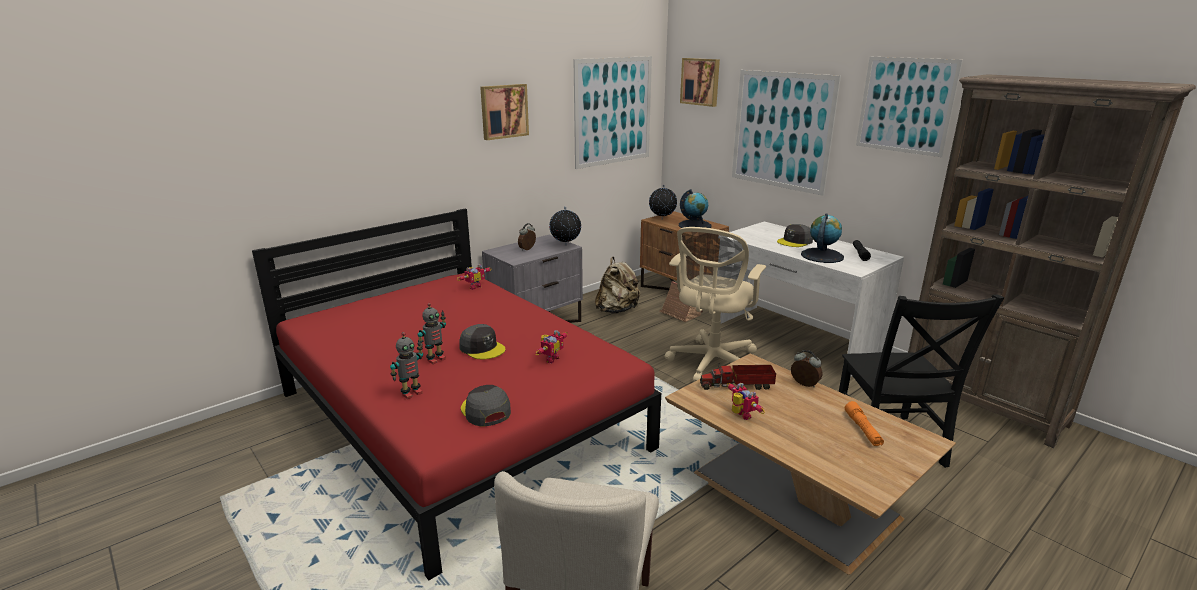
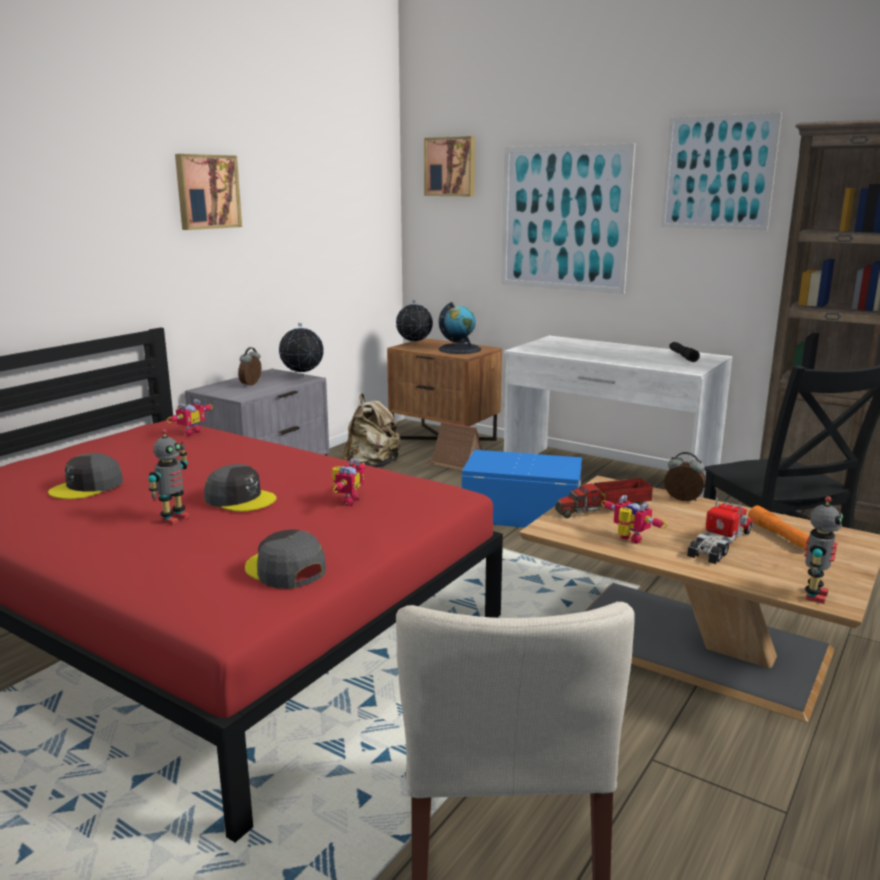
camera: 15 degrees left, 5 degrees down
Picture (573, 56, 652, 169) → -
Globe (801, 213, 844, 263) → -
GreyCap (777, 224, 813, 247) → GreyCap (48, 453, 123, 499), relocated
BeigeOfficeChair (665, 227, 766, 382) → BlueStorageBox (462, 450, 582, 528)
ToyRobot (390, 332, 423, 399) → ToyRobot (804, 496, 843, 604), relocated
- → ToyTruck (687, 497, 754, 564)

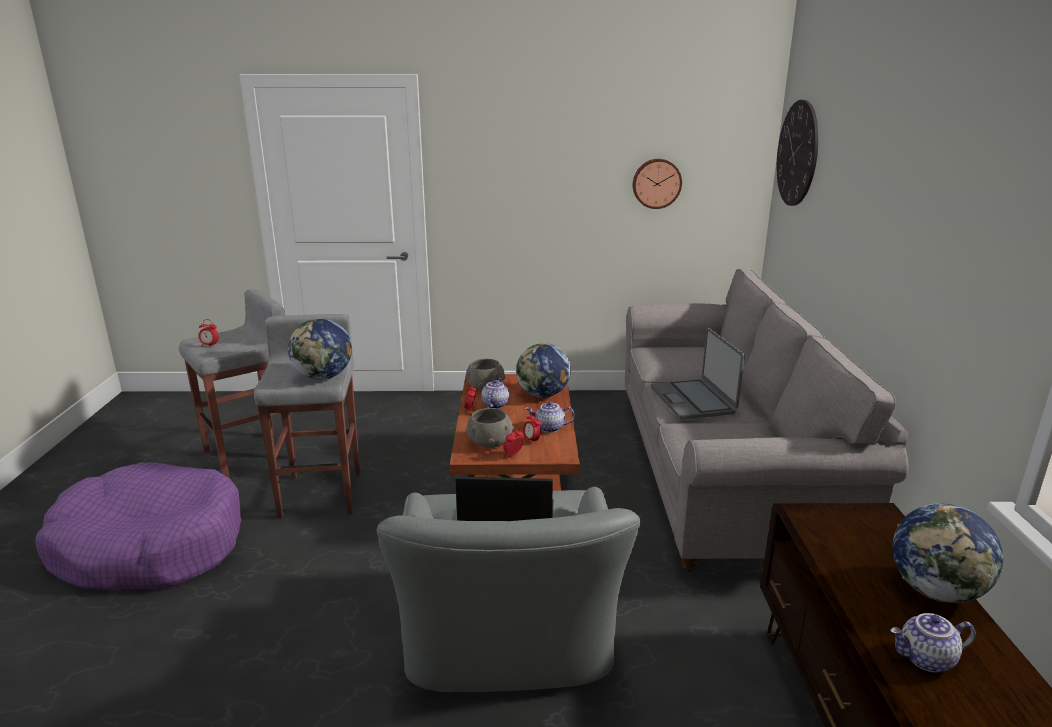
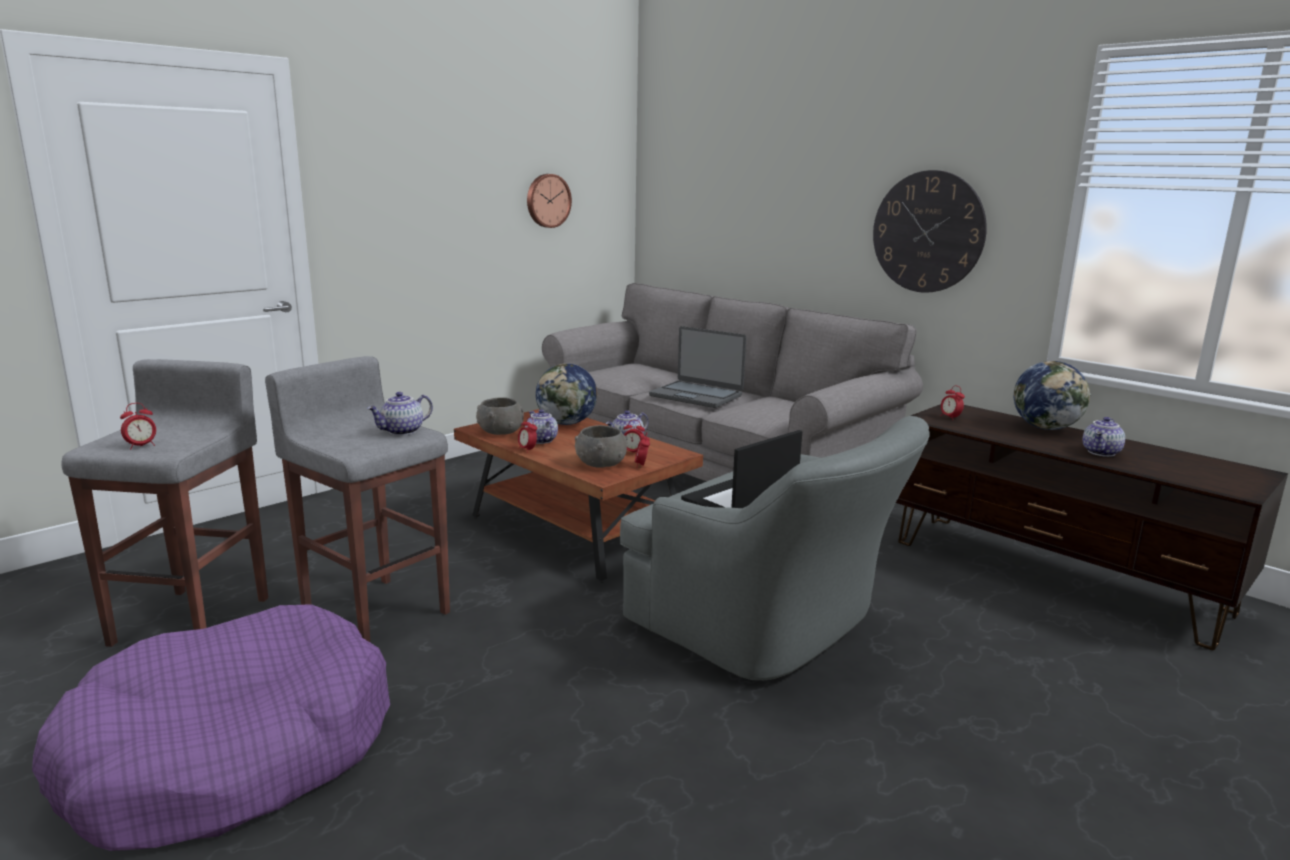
camera: 45 degrees left, 5 degrees down
WallClock (777, 100, 818, 206) → WallClock (873, 170, 987, 293), relocated
Globe (288, 318, 352, 380) → Teapot (367, 392, 433, 436)
- → AlarmClock (940, 386, 965, 420)

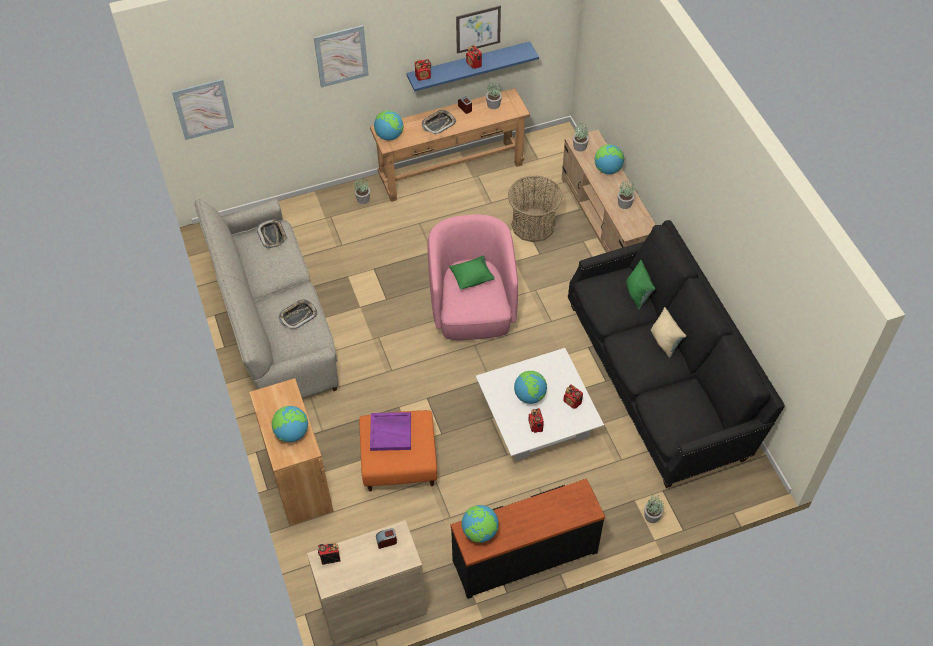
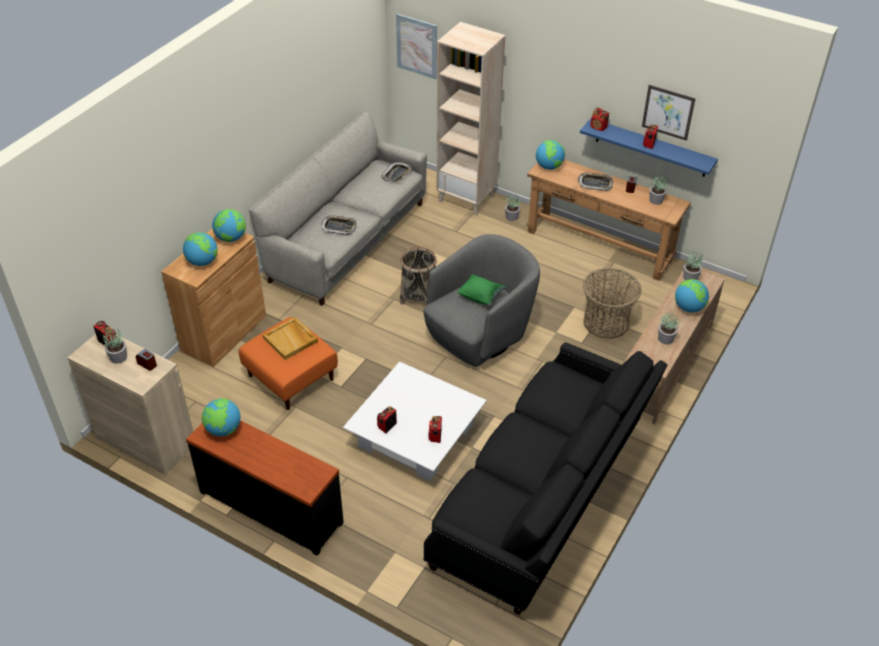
camera: 50 degrees right, 10 degrees down
Picture (314, 25, 369, 88) → -
PinkArmchair (428, 215, 518, 340) → GreyArmchair (423, 234, 540, 367)
GreenPillow (626, 260, 655, 309) → -
BeigePillow (651, 307, 686, 358) → -
Globe (514, 371, 547, 404) → Globe (212, 209, 246, 242), relocated
PurpleTray (370, 412, 411, 451) → BeigeTray (263, 317, 318, 360)
PottedPlant (644, 496, 664, 523) → PottedPlant (103, 327, 127, 363), relocated
- → BeigeBookcase (436, 22, 506, 216)
- → Basket (400, 247, 437, 304)

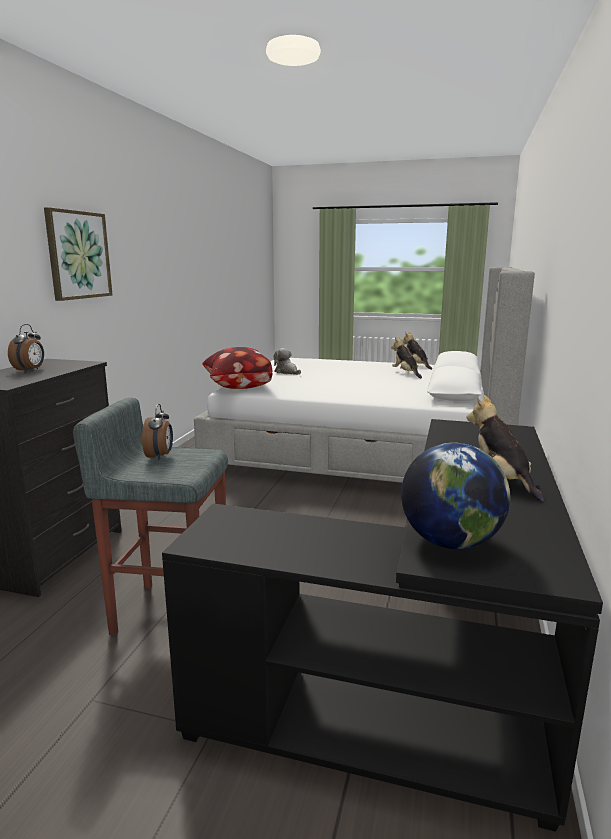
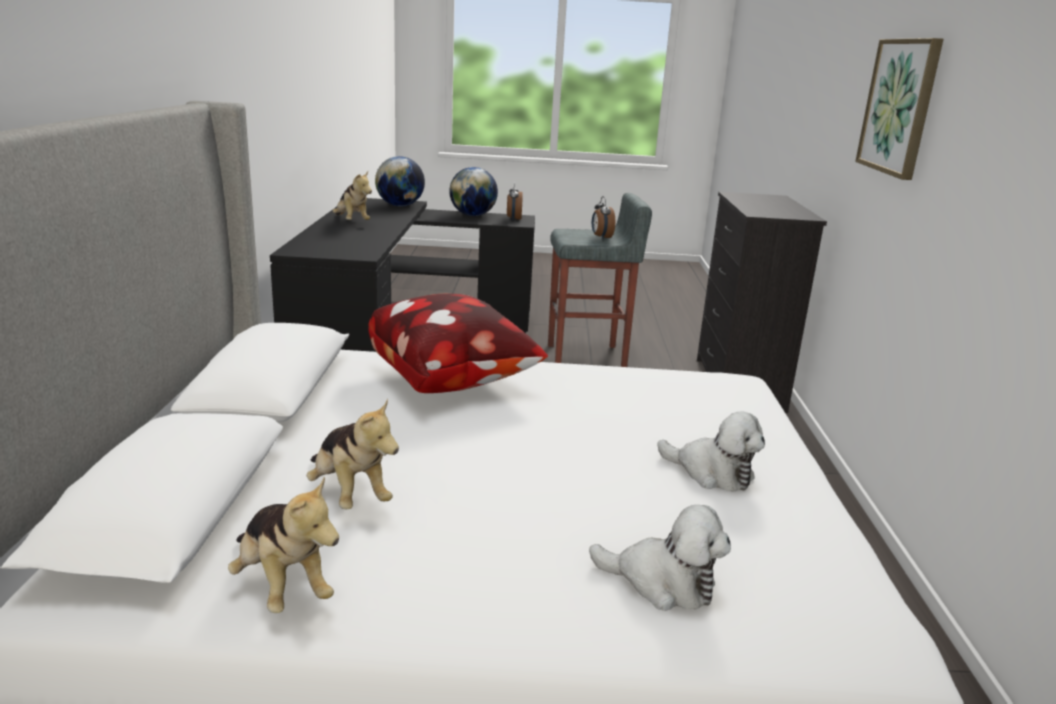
camera: 165 degrees right, 5 degrees up
AlarmClock (8, 324, 44, 372) → AlarmClock (507, 182, 523, 220), relocated
Pillow (202, 347, 273, 389) → Pillow (368, 294, 548, 393), relocated
- → Globe (449, 167, 498, 216)
- → PlushToy (589, 505, 731, 611)

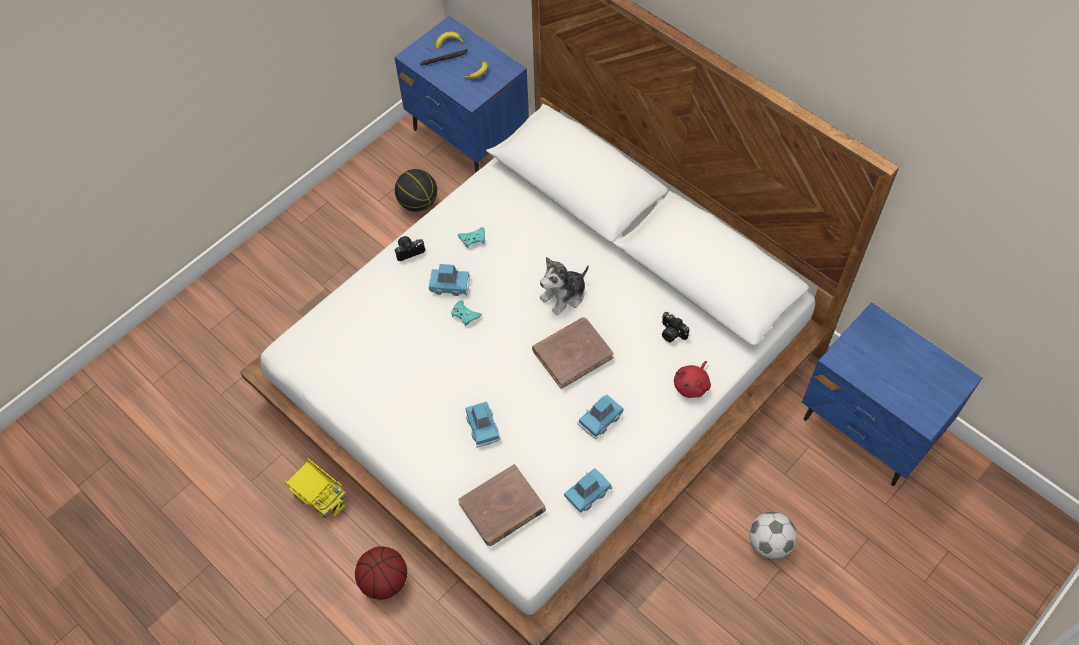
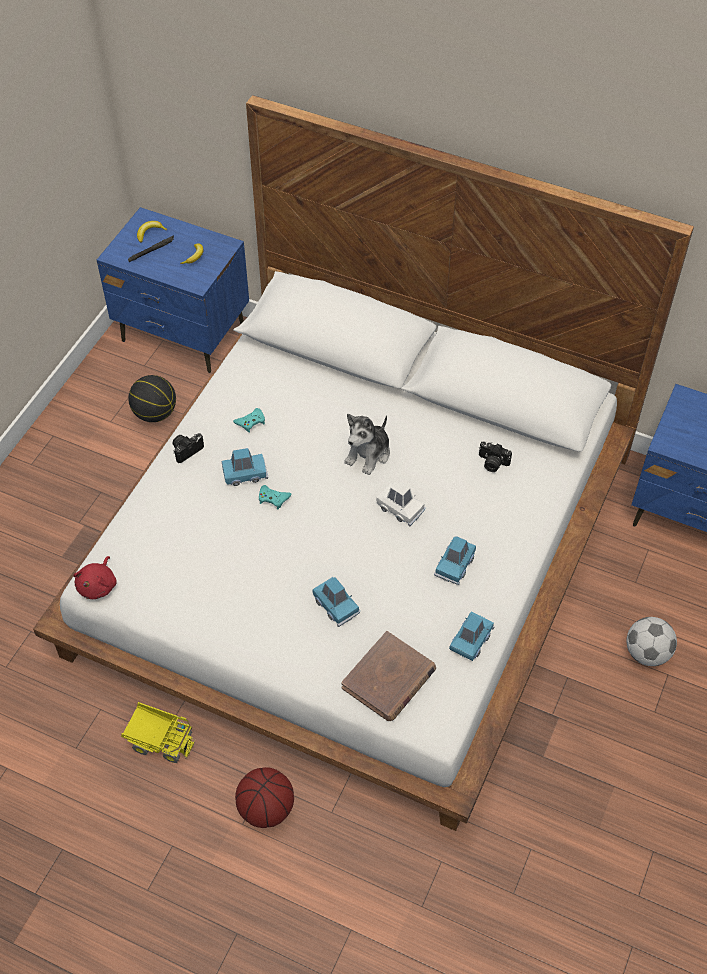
camera: 20 degrees left, 5 degrees down
BrownBook (532, 317, 614, 389) → WhiteToyCar (376, 480, 425, 526)
RedPlushToy (674, 361, 711, 398) → RedPlushToy (74, 556, 117, 599), relocated

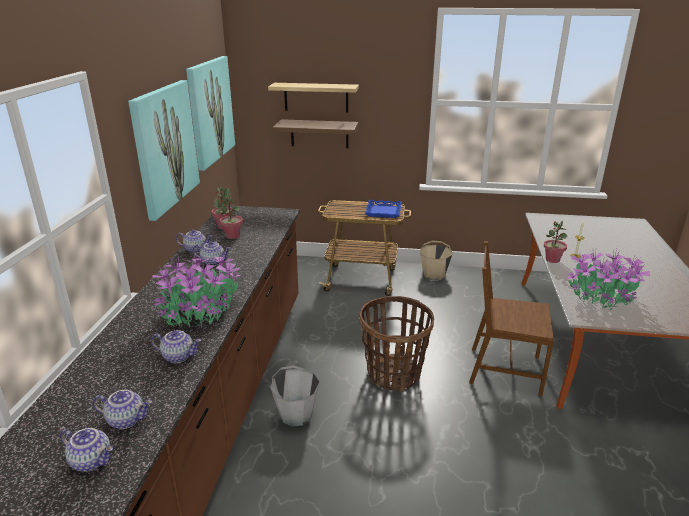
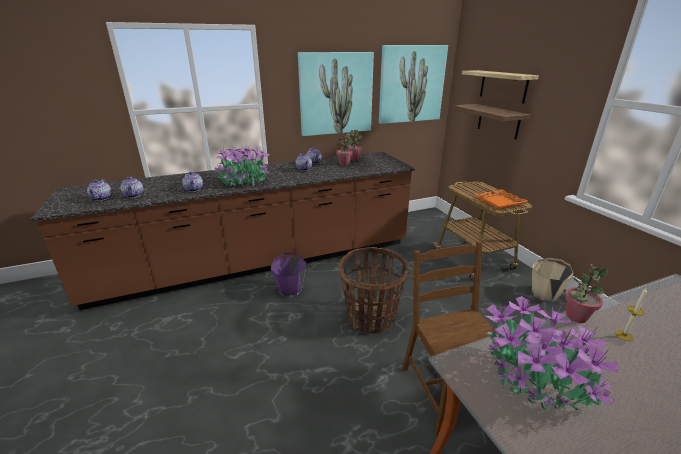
camera: 60 degrees right, 0 degrees up
BlueTray (365, 200, 402, 218) → OrangeTray (474, 189, 528, 209)
GreyBucket (270, 365, 319, 427) → PurpleBucket (271, 253, 306, 297)

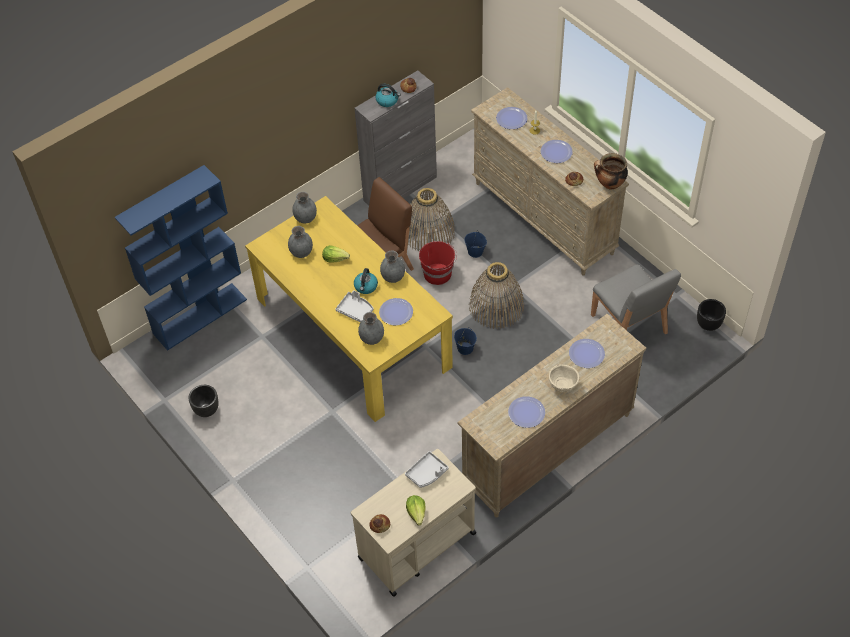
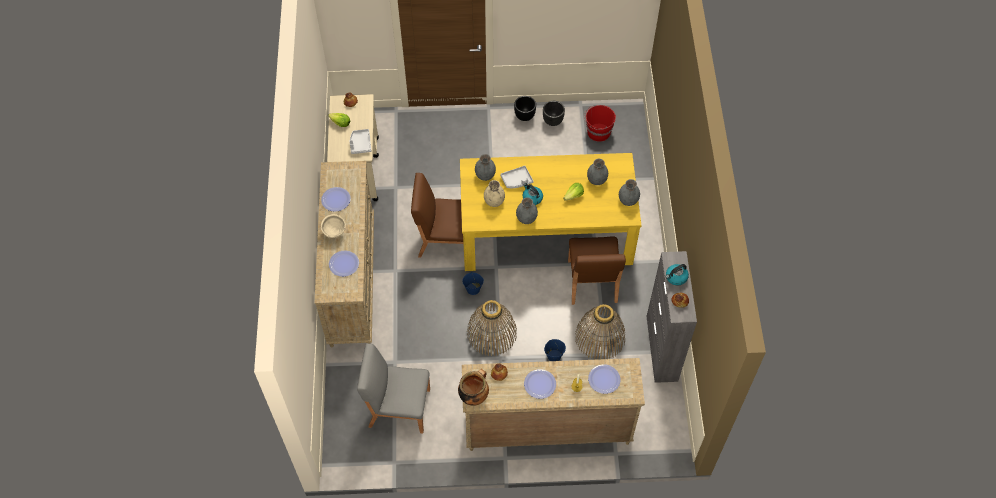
camera: 125 degrees right, 5 degrees up
BlueBookcase (115, 165, 247, 351) → -
RedBucket (419, 241, 457, 285) → RedBucket (584, 105, 616, 142), relocated
Plate (379, 298, 413, 325) → BeigeVase (484, 180, 505, 207)
BlackPlanter (697, 299, 726, 331) → BlackPlanter (514, 96, 536, 121), relocated
- → BrownChair (411, 173, 463, 258)

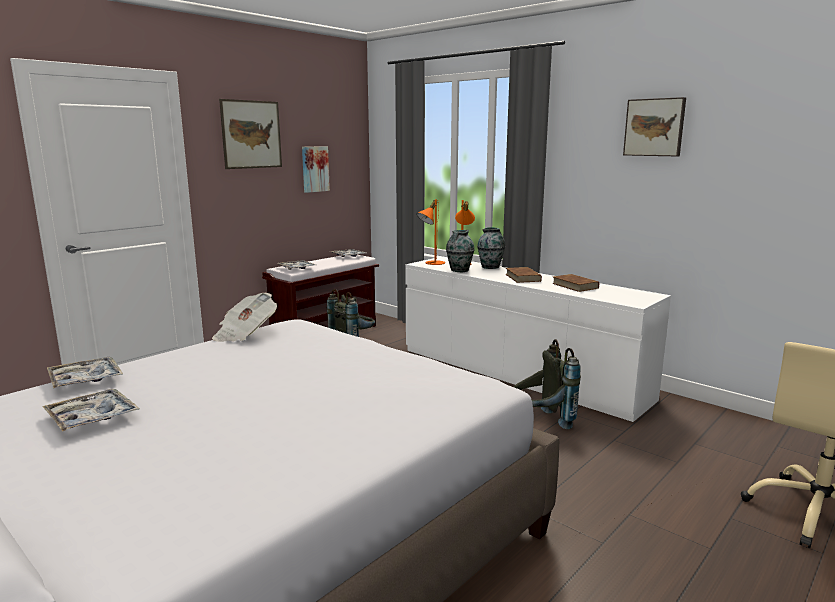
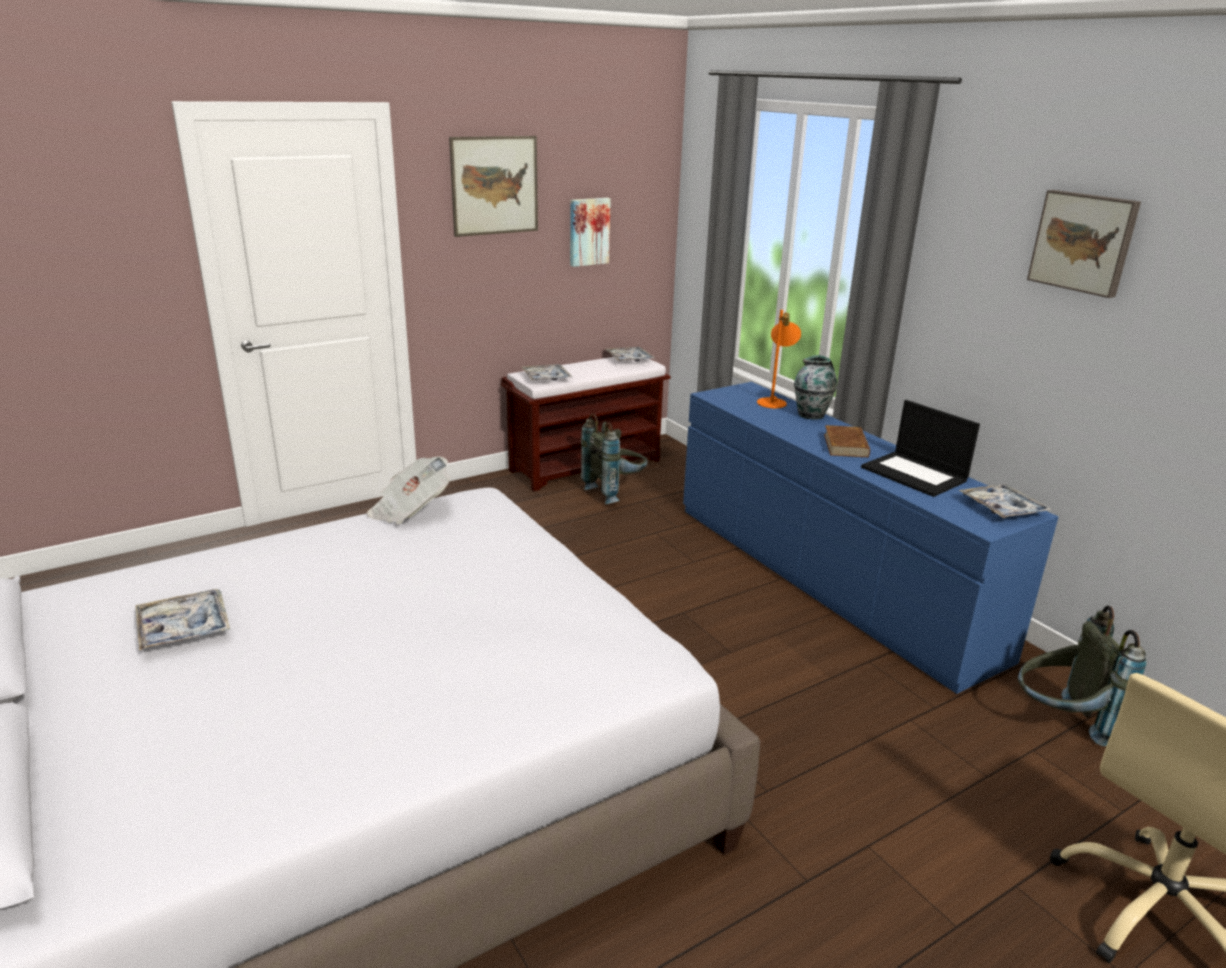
camera: 15 degrees right, 10 degrees up
OrangeTableLamp (417, 199, 445, 265) → -
Vase (446, 230, 475, 272) → -
WhiteDresser (406, 257, 671, 422) → BlueDresser (683, 382, 1059, 694)
BrownBook (552, 274, 599, 292) → Laptop (861, 400, 980, 497)
GreyBackpack (514, 339, 581, 429) → GreyBackpack (1018, 605, 1147, 746), relocated
Tray (47, 357, 123, 389) → Tray (959, 484, 1052, 518), relocated

